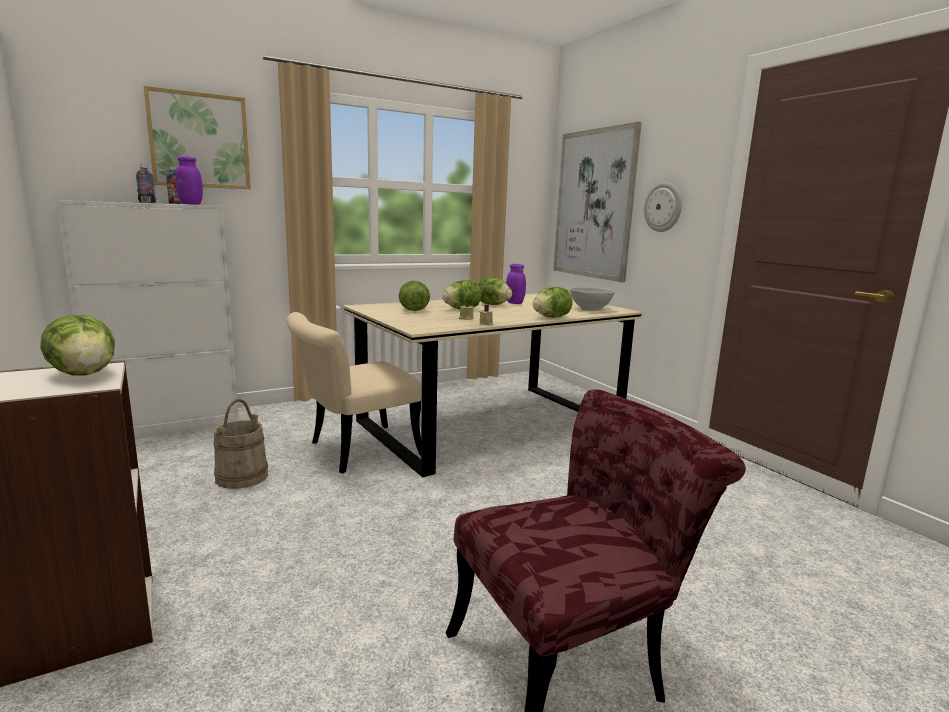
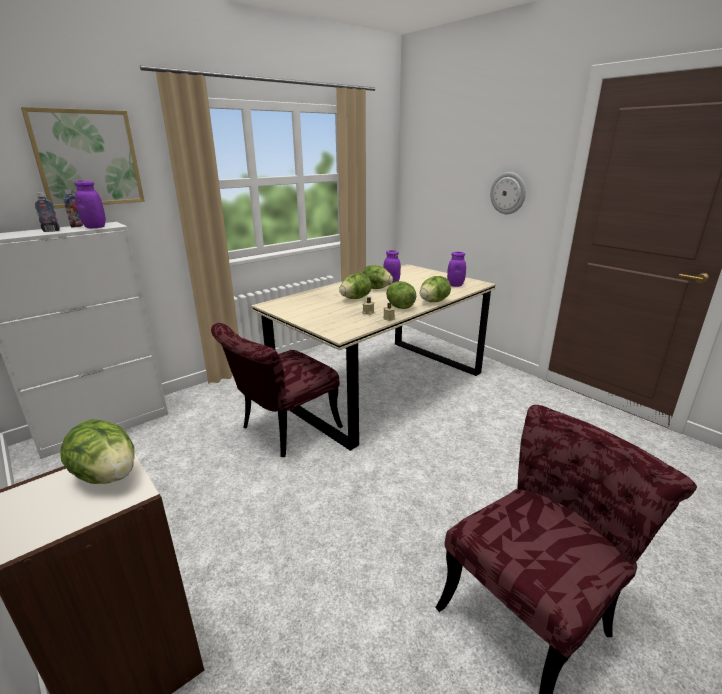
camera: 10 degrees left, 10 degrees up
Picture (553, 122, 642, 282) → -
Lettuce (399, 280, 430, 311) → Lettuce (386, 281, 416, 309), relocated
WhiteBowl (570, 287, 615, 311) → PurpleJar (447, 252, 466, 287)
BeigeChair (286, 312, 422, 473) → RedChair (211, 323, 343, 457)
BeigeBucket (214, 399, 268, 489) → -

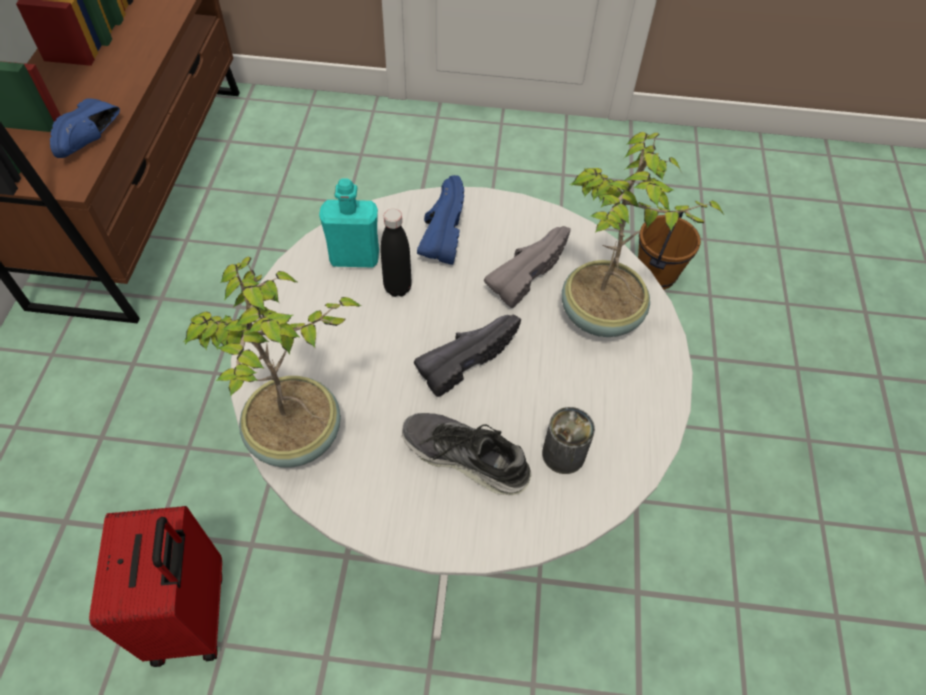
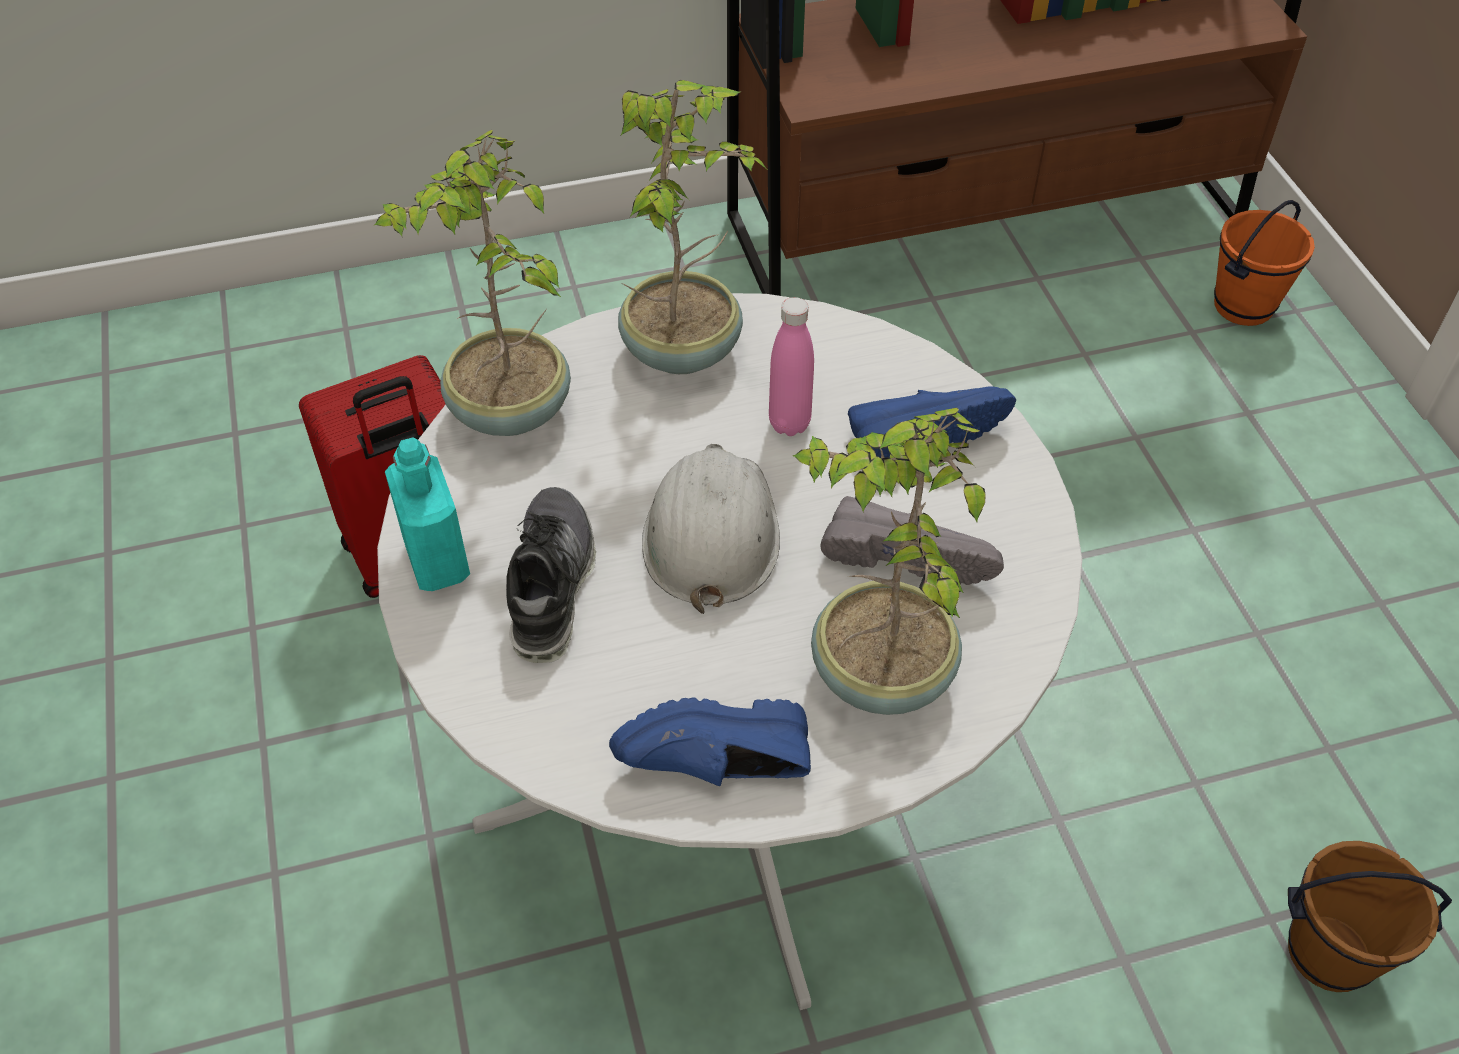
camera: 70 degrees right, 5 degrees down
BlueShoe (50, 98, 120, 158) → BlueShoe (609, 698, 811, 786), relocated
TurquoiseBottle (319, 178, 379, 268) → TurquoiseBottle (385, 437, 470, 591), relocated
BlackBottle (380, 209, 412, 297) → PinkBottle (769, 297, 814, 436)
BlackShoe (414, 315, 521, 397) → WhiteHardHat (642, 444, 780, 614)
Can (542, 407, 595, 474) → -
- → PottedPlant (618, 80, 766, 374)
- → OrangeBucket (1214, 200, 1315, 326)

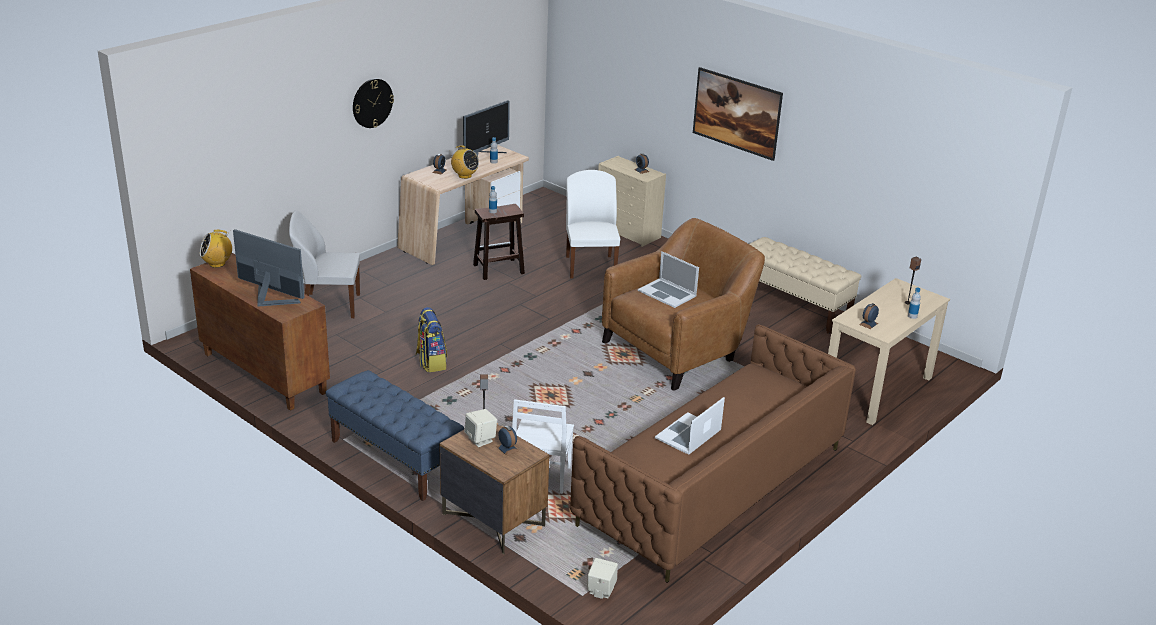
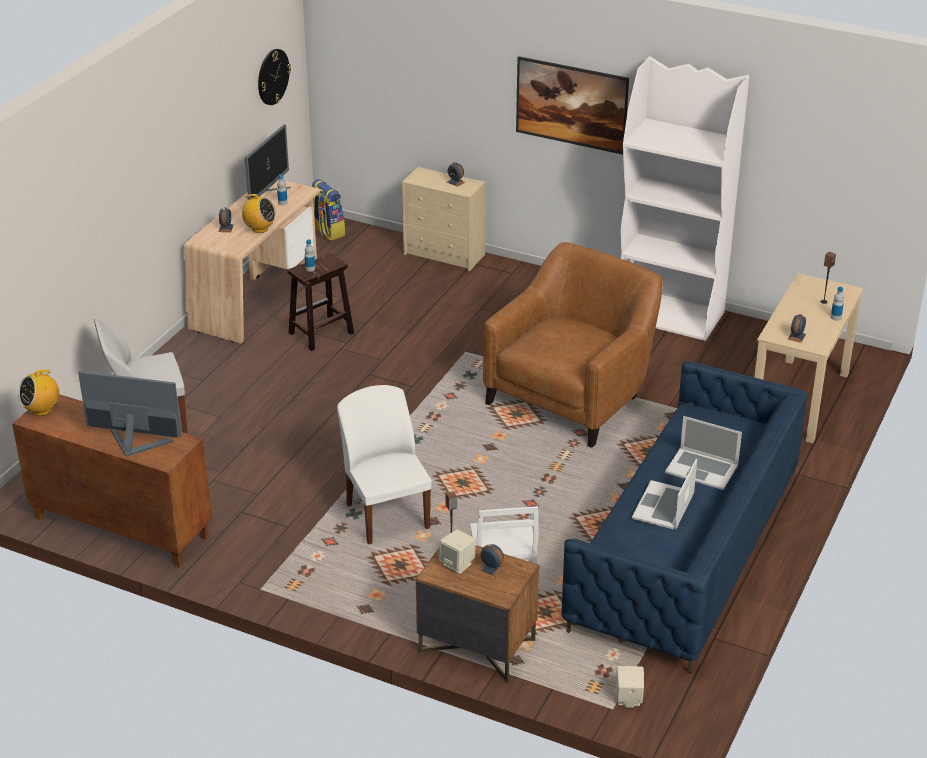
camera: 15 degrees left, 5 degrees up
WallClock (353, 78, 394, 128) → WallClock (258, 49, 291, 105), relocated
WhiteChair (566, 170, 620, 279) → WhiteChair (337, 385, 432, 544), relocated
BeigeBench (749, 237, 861, 334) → WhiteBookcase (620, 56, 749, 341)
Laptop (638, 251, 699, 308) → Laptop (665, 416, 742, 490), relocated
Backpack (416, 307, 447, 372) → Backpack (312, 179, 345, 240), relocated
BrownSofa (570, 324, 856, 583) → BlueSofa (561, 361, 808, 673)
BlueBench (326, 370, 464, 501) → -

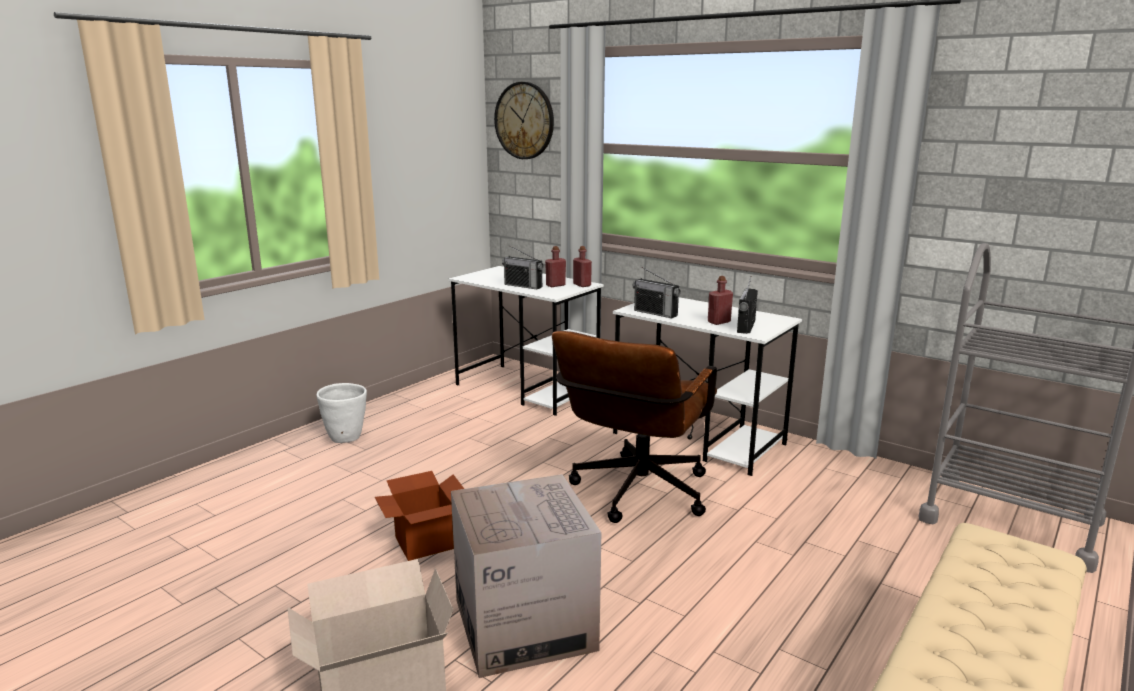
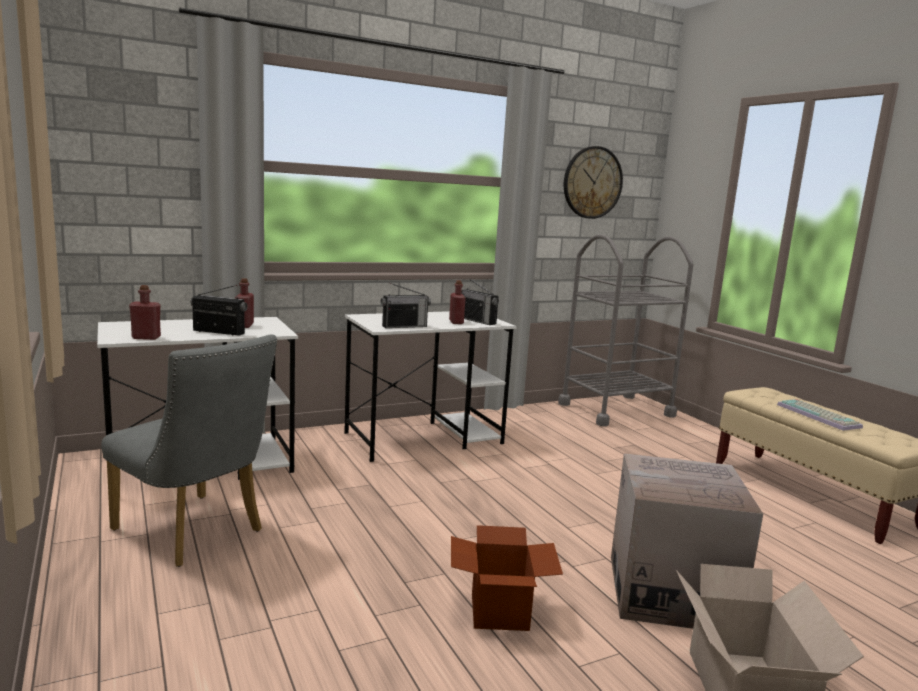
camera: 65 degrees left, 5 degrees down
WallClock (494, 82, 554, 159) → WallClock (564, 146, 623, 219), relocated
Radio (502, 246, 544, 289) → Radio (190, 285, 248, 336), 135 degrees counterclockwise
RedBottle (573, 246, 592, 287) → RedBottle (129, 285, 161, 340), relocated
BrownOfficeChair (552, 331, 717, 523) → -
WhitePlanter (317, 383, 367, 443) → -
- → GreyChair (101, 334, 277, 567)
- → Keyboard (777, 399, 863, 431)

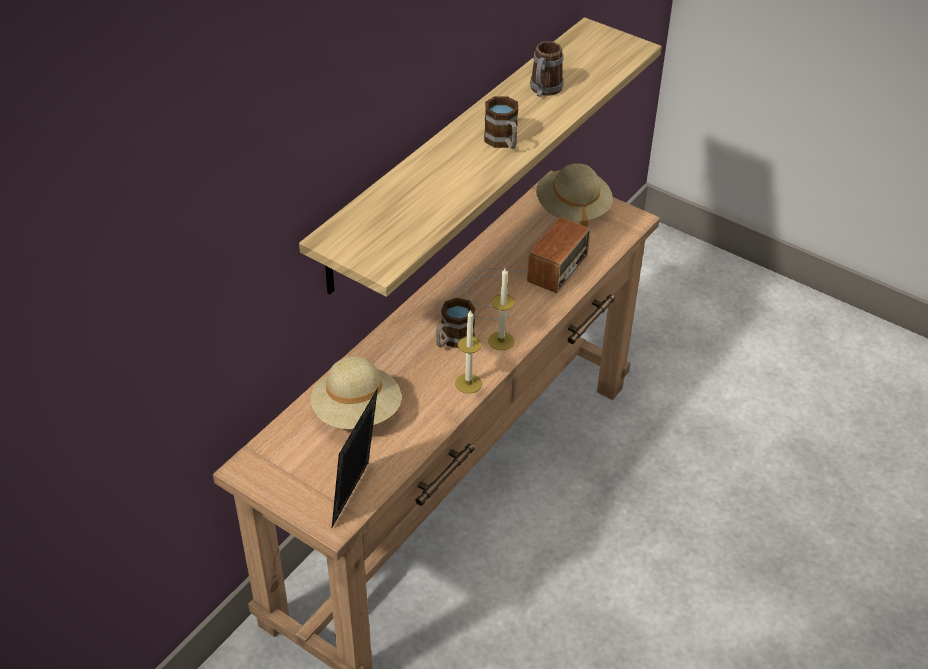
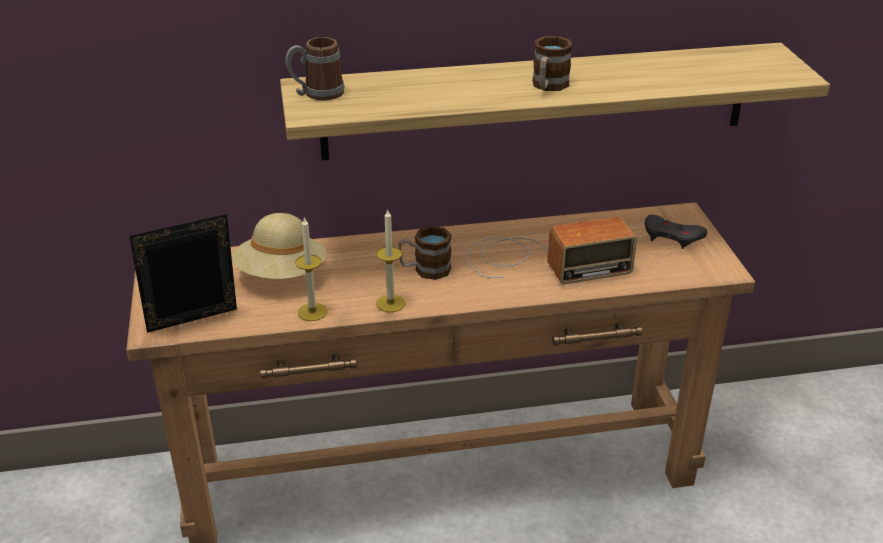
camera: 45 degrees right, 10 degrees down
Mug (530, 41, 563, 97) → Mug (285, 37, 345, 101), relocated
BeigeHat (536, 163, 613, 227) → GreyGameController (645, 215, 707, 249)
Candle (488, 268, 515, 350) → Candle (295, 216, 328, 321), relocated

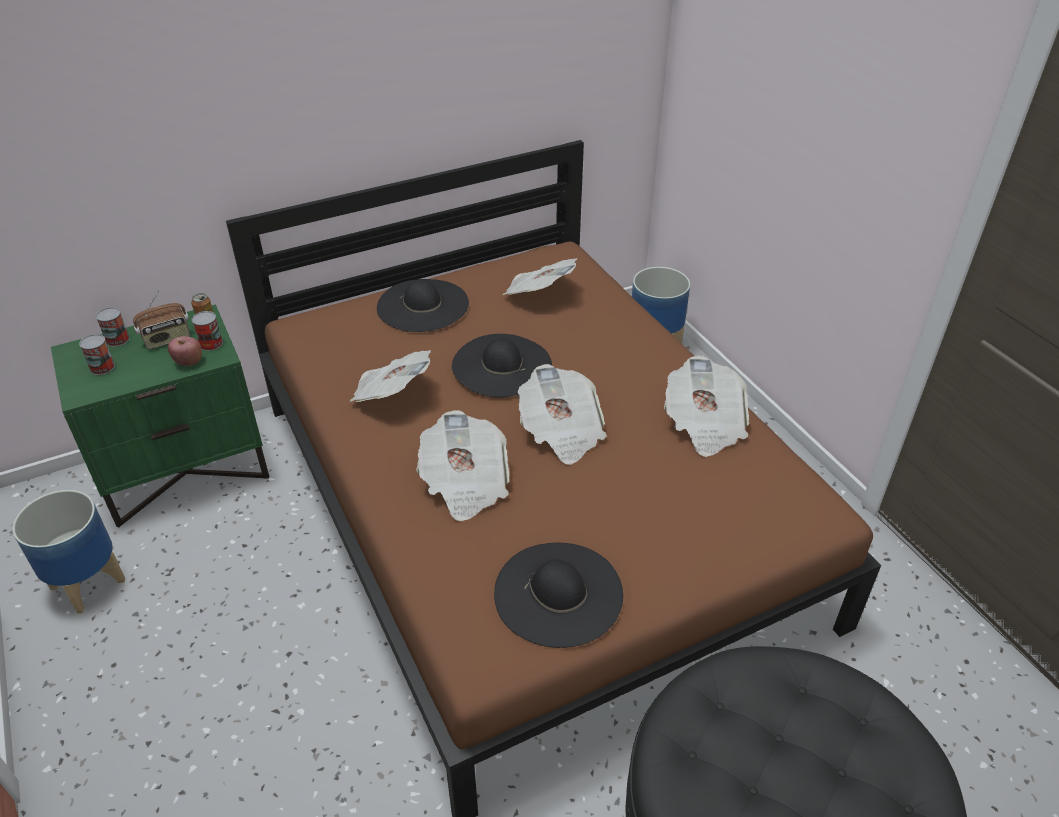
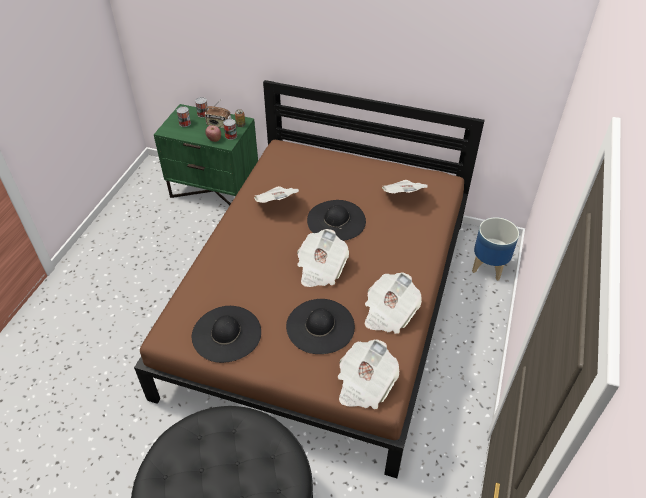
camera: 45 degrees right, 5 degrees up
BlackHat (377, 279, 469, 332) → BlackHat (286, 299, 355, 354), relocated
Newspaper (416, 410, 509, 522) → Newspaper (338, 339, 400, 409), relocated
Planter (12, 490, 125, 614) → -

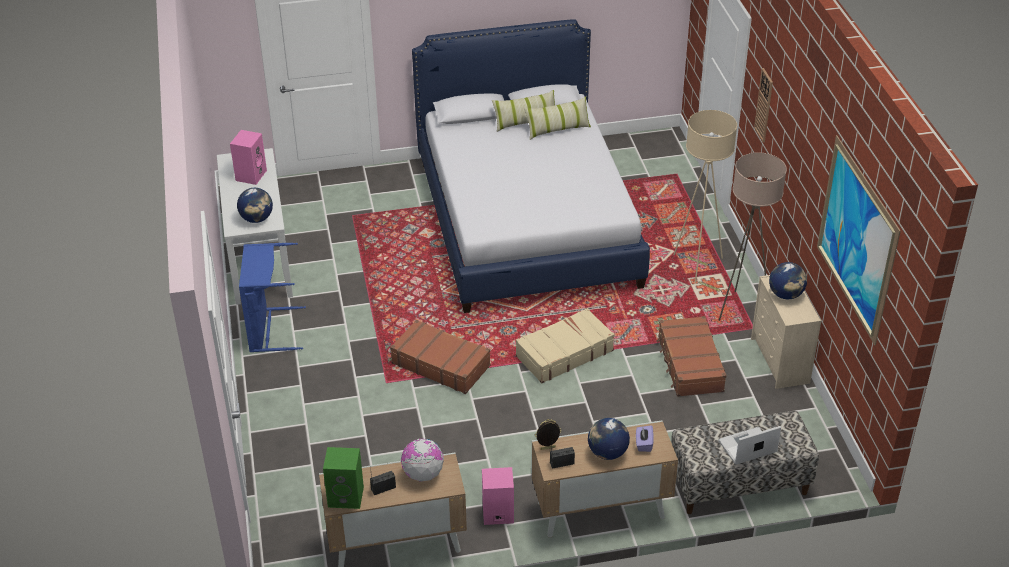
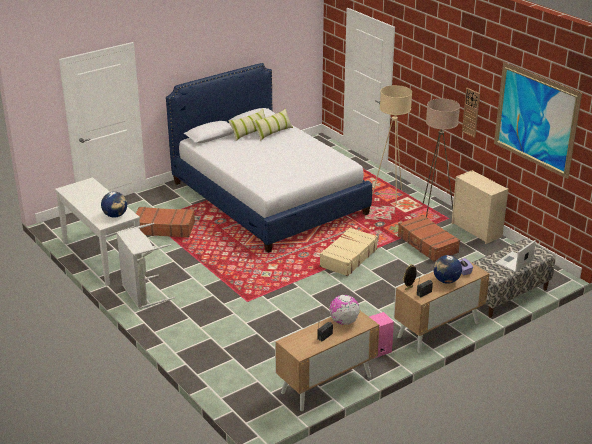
camera: 25 degrees left, 10 degrees down
WallClock (754, 68, 773, 142) → WallClock (462, 88, 480, 138), relocated
PinkSpeaker (230, 130, 267, 185) → -
BlueLaundryBasket (239, 242, 306, 352) → GreyLaundryBasket (117, 223, 175, 309)
Globe (769, 262, 807, 299) → -
BrownSuitcase (390, 320, 490, 394) → BrownSuitcase (136, 207, 195, 238), relocated
GreenSpeaker (323, 447, 364, 509) → -

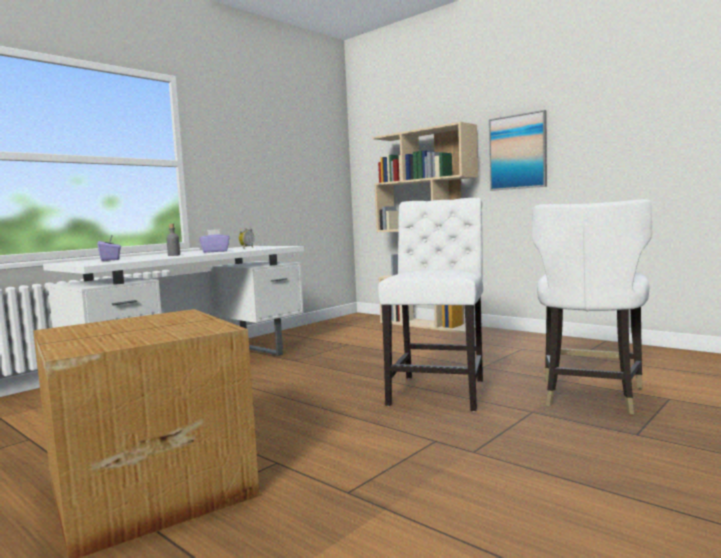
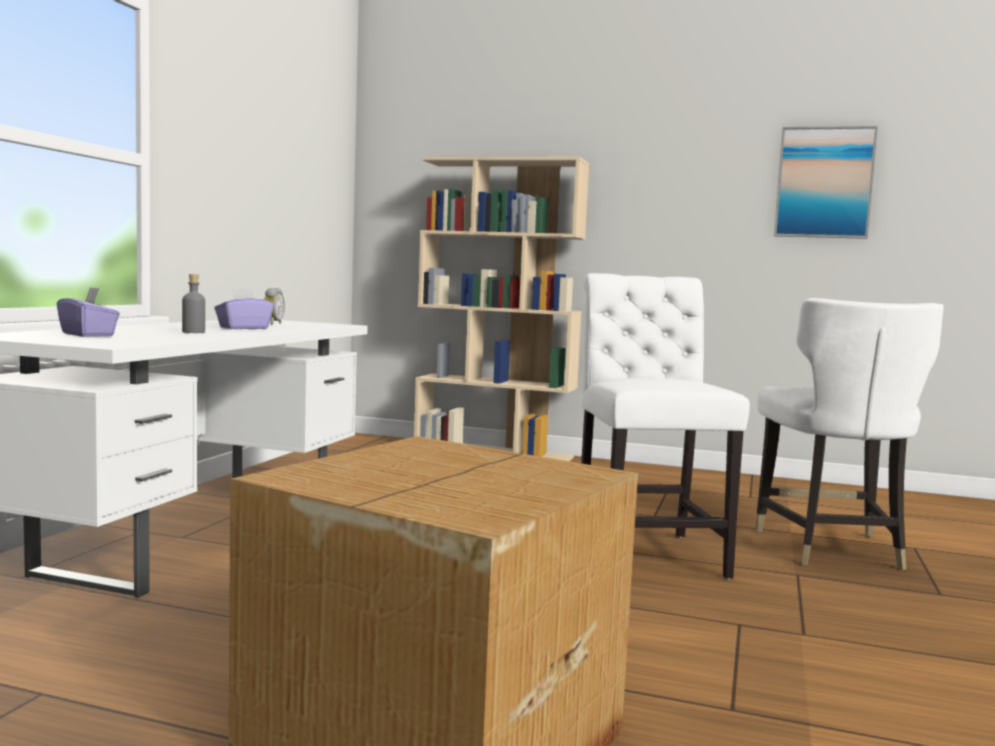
camera: 25 degrees left, 0 degrees up
Picture (489, 110, 547, 191) → Picture (774, 126, 878, 239), relocated

